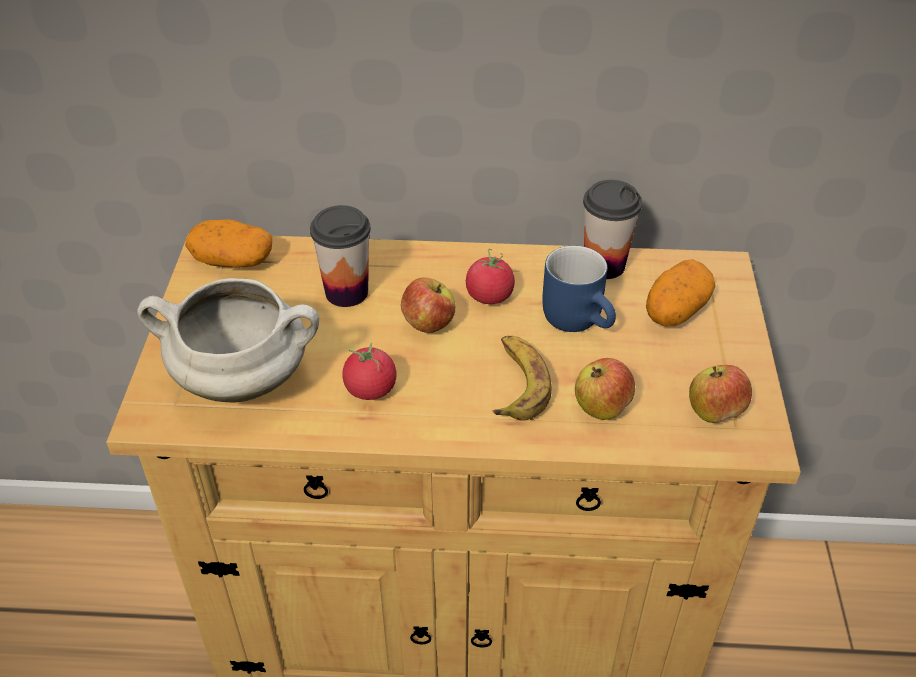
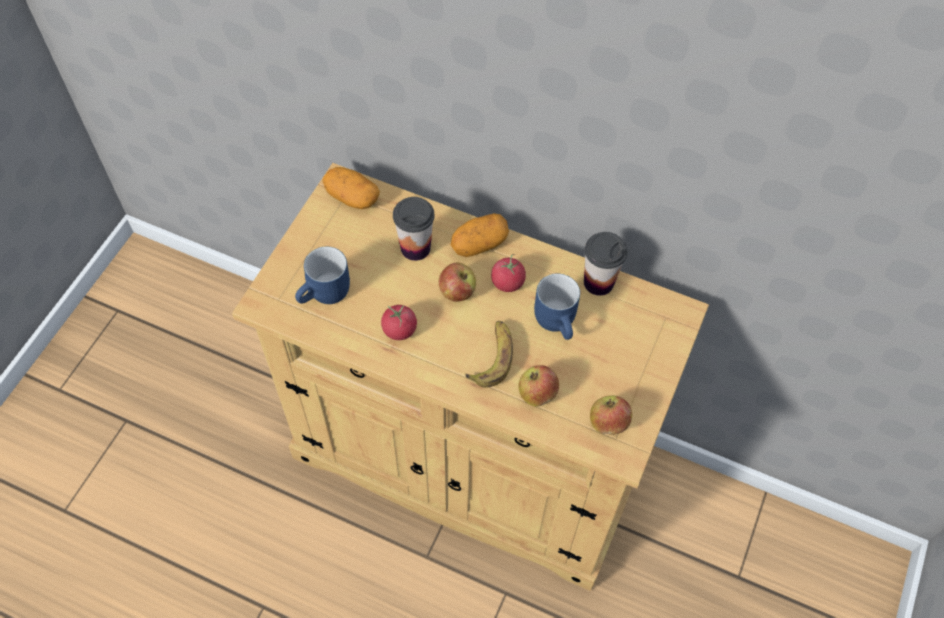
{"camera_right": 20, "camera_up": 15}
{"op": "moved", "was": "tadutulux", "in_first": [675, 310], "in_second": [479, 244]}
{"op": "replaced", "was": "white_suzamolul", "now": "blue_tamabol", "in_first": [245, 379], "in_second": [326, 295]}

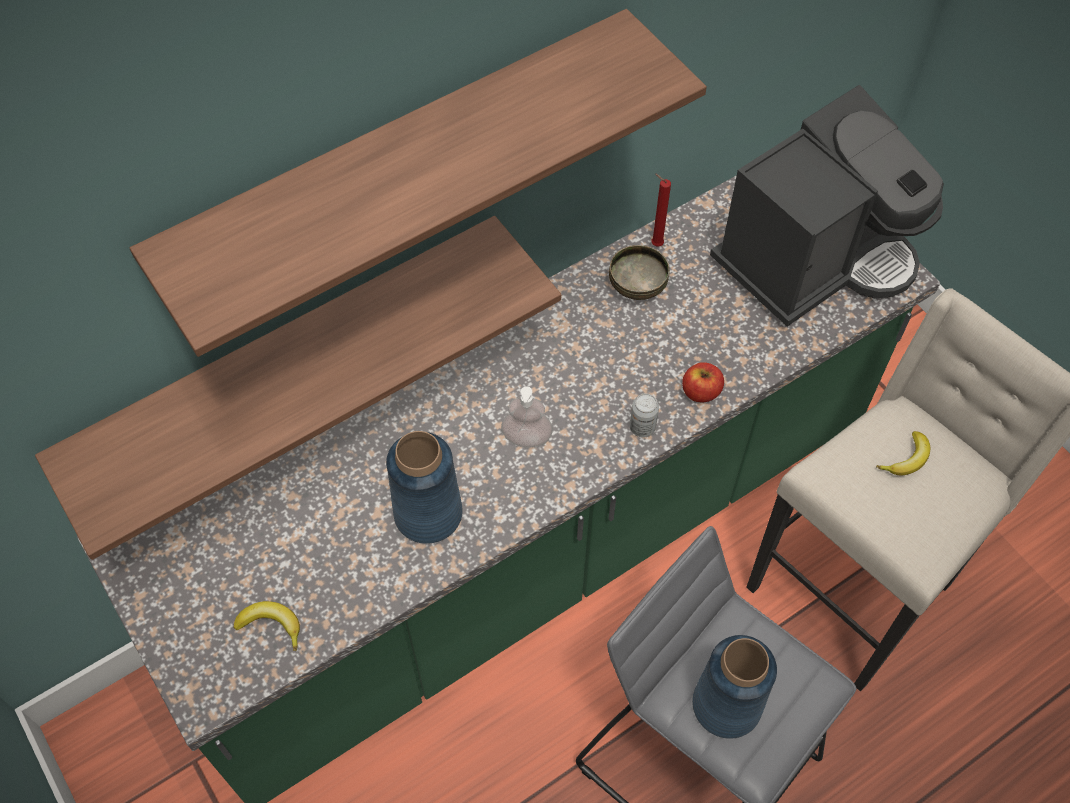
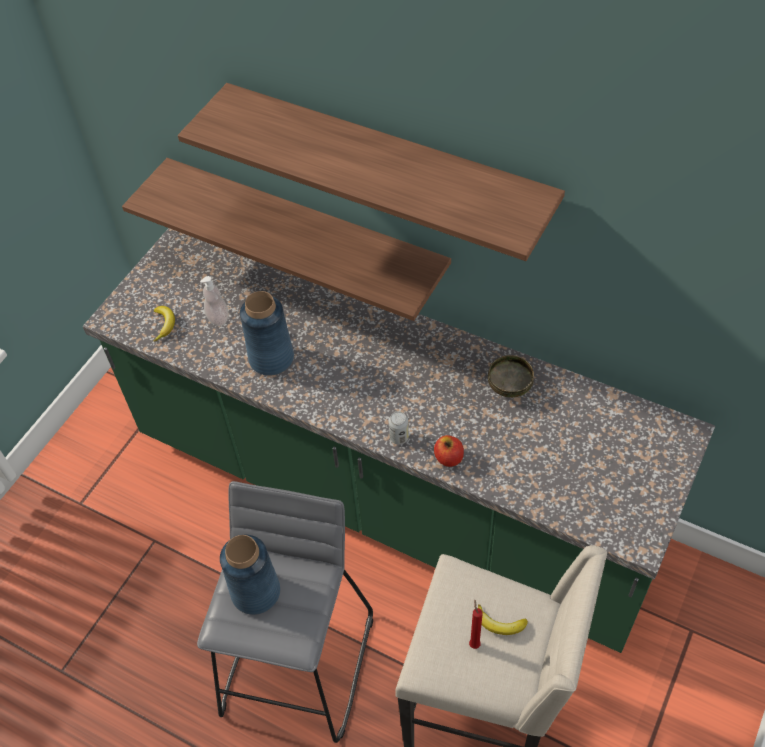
{"camera_right": 65, "camera_up": -5}
{"op": "removed", "was": "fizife", "in_first": [814, 258]}
{"op": "moved", "was": "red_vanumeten", "in_first": [655, 244], "in_second": [474, 643]}
{"op": "moved", "was": "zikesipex", "in_first": [527, 437], "in_second": [218, 318]}

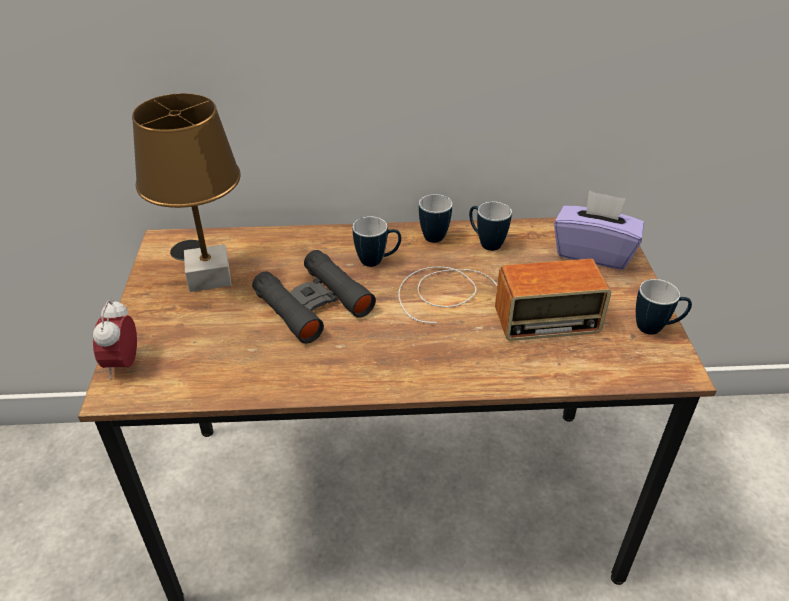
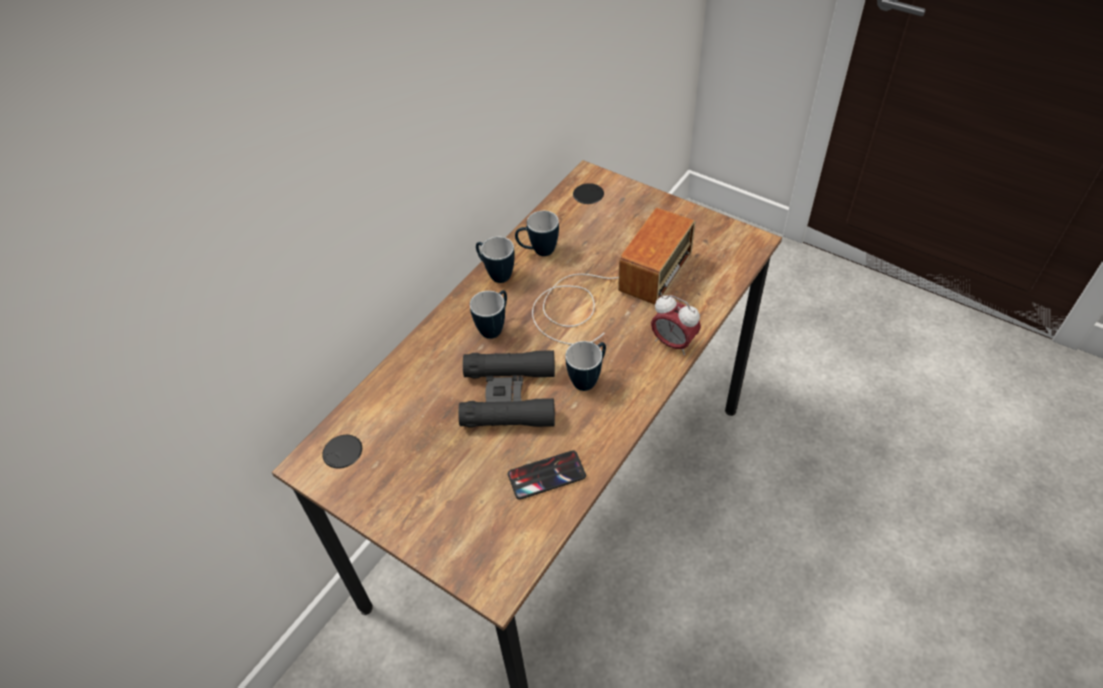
{"camera_right": -50, "camera_up": 10}
{"op": "removed", "was": "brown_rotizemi", "in_first": [210, 277]}
{"op": "removed", "was": "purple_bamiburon", "in_first": [593, 252]}
{"op": "moved", "was": "tamabol", "in_first": [656, 328], "in_second": [589, 378]}
{"op": "moved", "was": "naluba", "in_first": [123, 364], "in_second": [673, 343]}
{"op": "added", "now": "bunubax", "in_second": [546, 475]}

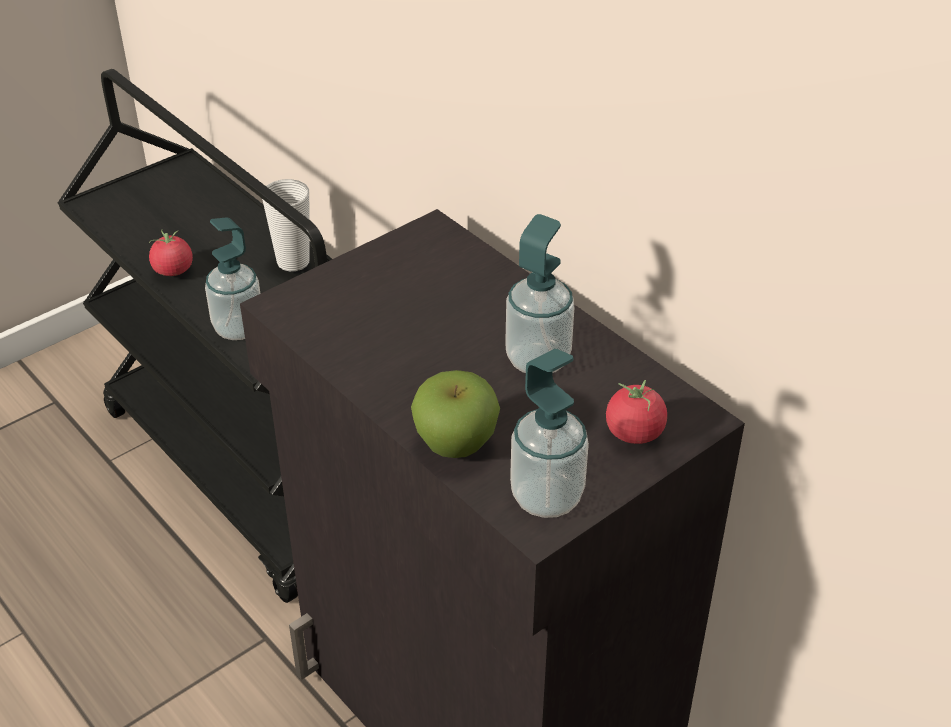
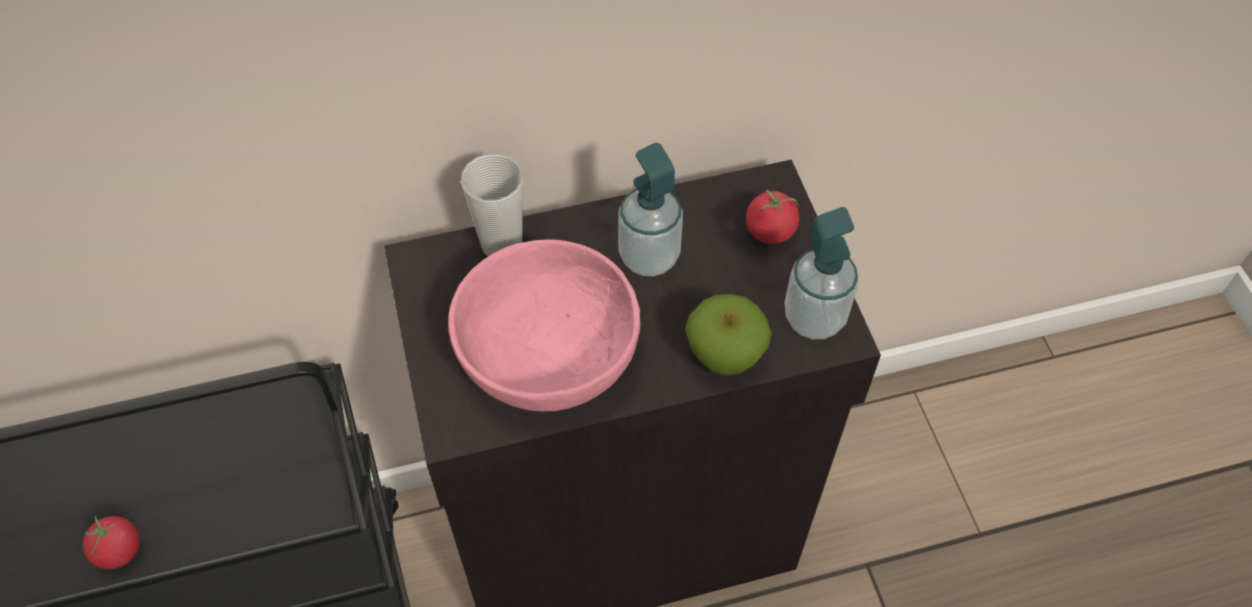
{"camera_right": -65, "camera_up": 15}
{"op": "moved", "was": "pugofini", "in_first": [293, 262], "in_second": [502, 244]}
{"op": "removed", "was": "zikesipex", "in_first": [238, 328]}
{"op": "added", "now": "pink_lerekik", "in_second": [547, 353]}

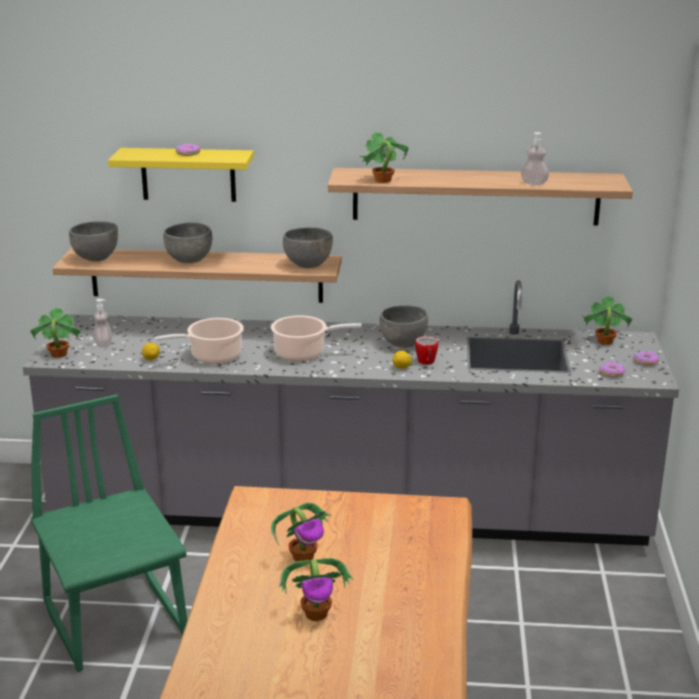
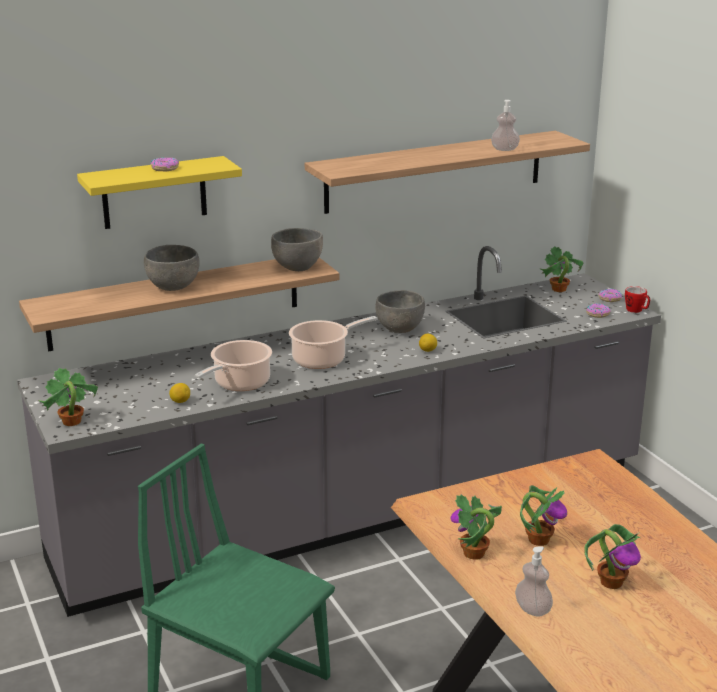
{"camera_right": -30, "camera_up": 0}
{"op": "moved", "was": "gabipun", "in_first": [382, 181], "in_second": [474, 554]}
{"op": "removed", "was": "grey_lerekik", "in_first": [96, 258]}
{"op": "moved", "was": "zikesipex", "in_first": [103, 344], "in_second": [532, 609]}
{"op": "moved", "was": "tamabol", "in_first": [426, 363], "in_second": [637, 311]}

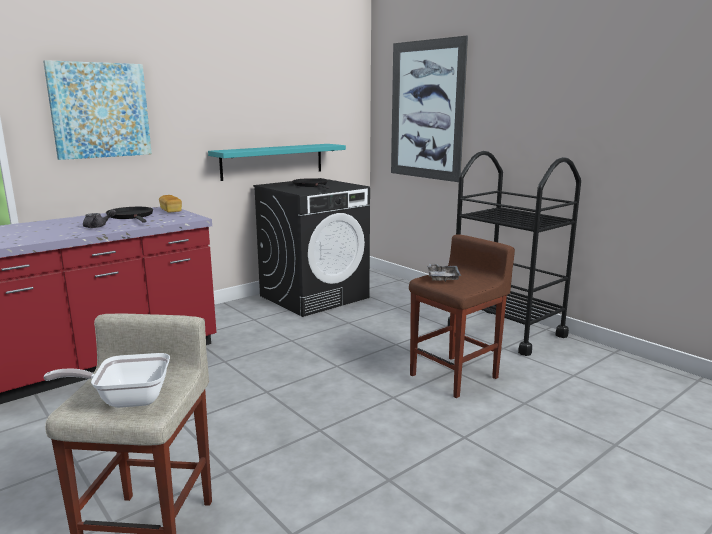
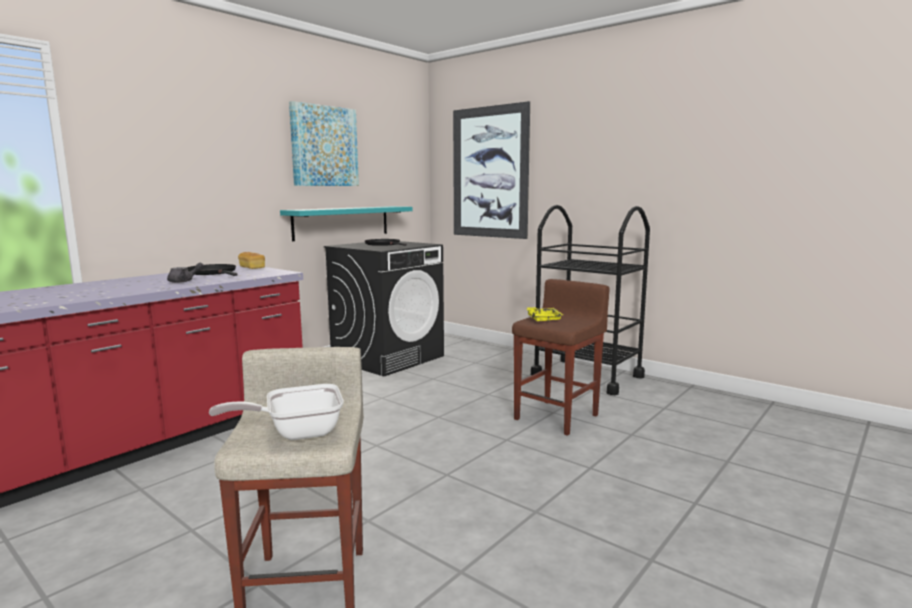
{"camera_right": -10, "camera_up": -5}
{"op": "moved", "was": "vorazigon", "in_first": [100, 110], "in_second": [324, 146]}
{"op": "recoloured", "was": "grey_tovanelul", "now": "yellow_tovanelul", "in_first": [442, 277], "in_second": [543, 319]}

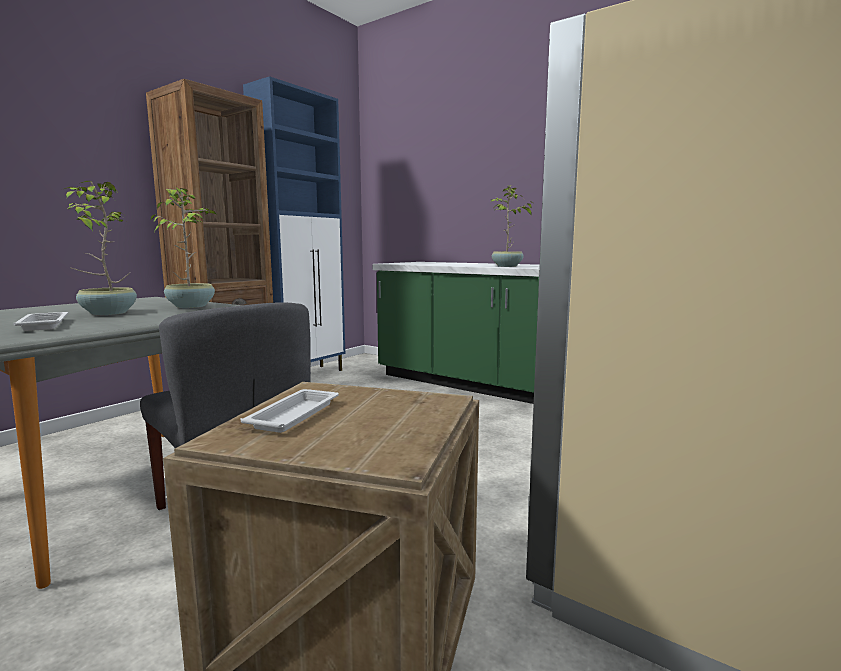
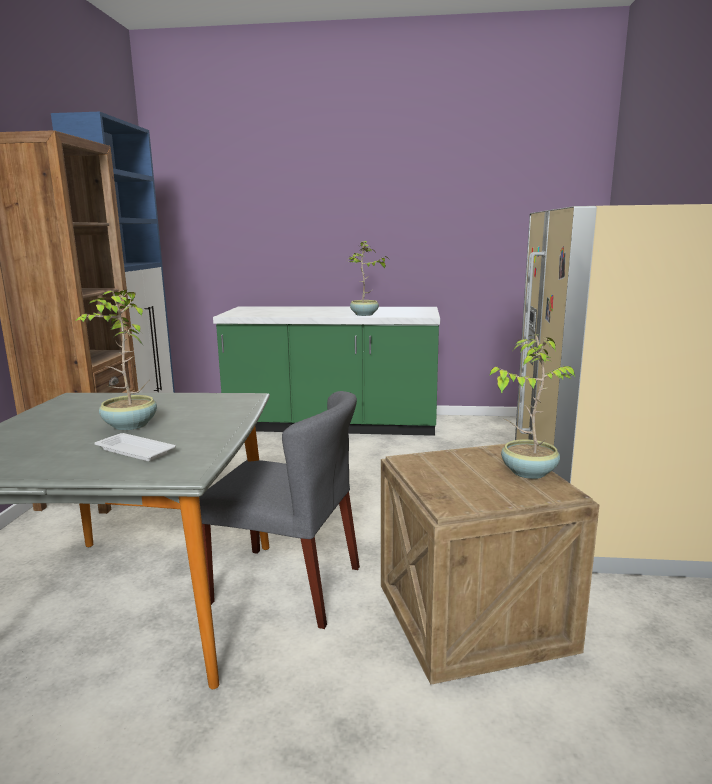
{"camera_right": -30, "camera_up": 5}
{"op": "moved", "was": "gabipun", "in_first": [191, 306], "in_second": [527, 472]}
{"op": "removed", "was": "white_tovanelul", "in_first": [295, 415]}

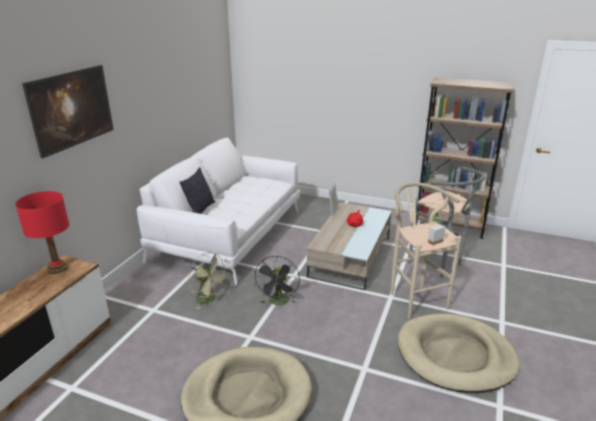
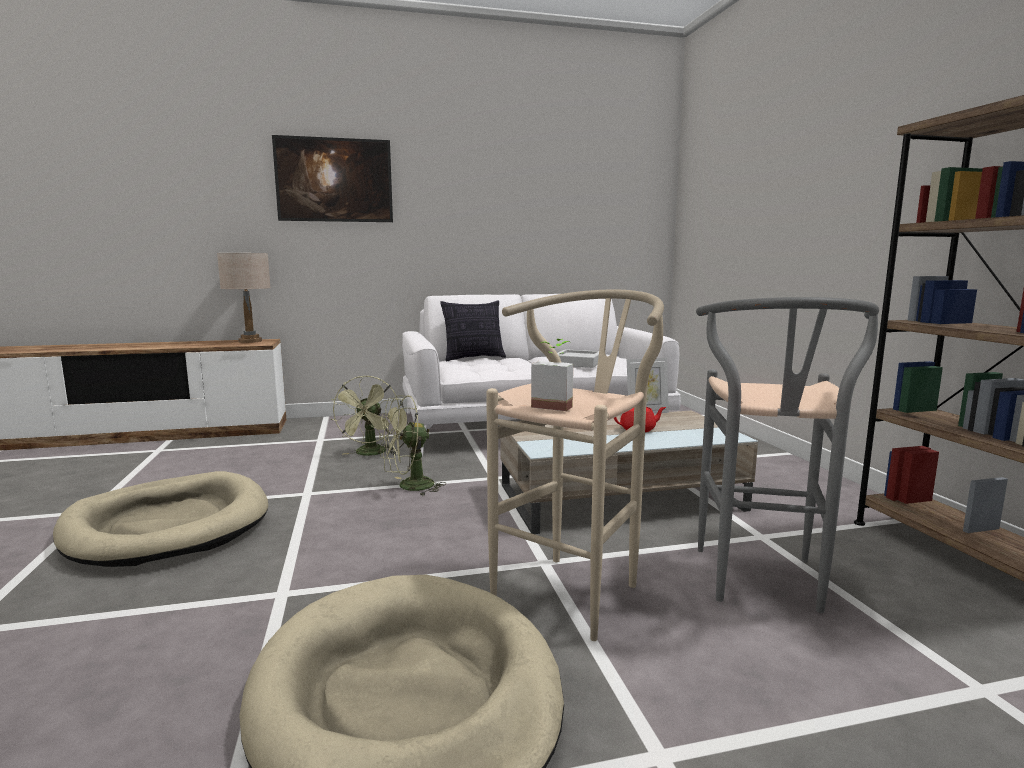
{"camera_right": 55, "camera_up": -15}
{"op": "recoloured", "was": "red_rotizemi", "now": "beige_rotizemi", "in_first": [57, 268], "in_second": [250, 341]}
{"op": "recoloured", "was": "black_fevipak", "now": "green_fevipak", "in_first": [278, 302], "in_second": [409, 487]}
{"op": "added", "now": "grey_tovanelul", "in_second": [578, 363]}

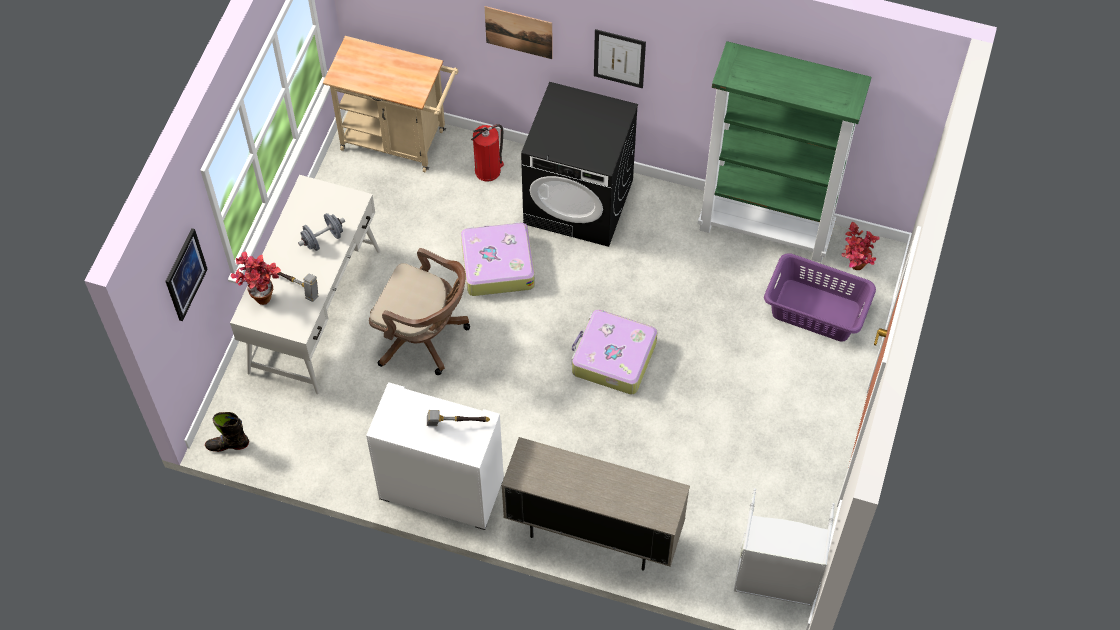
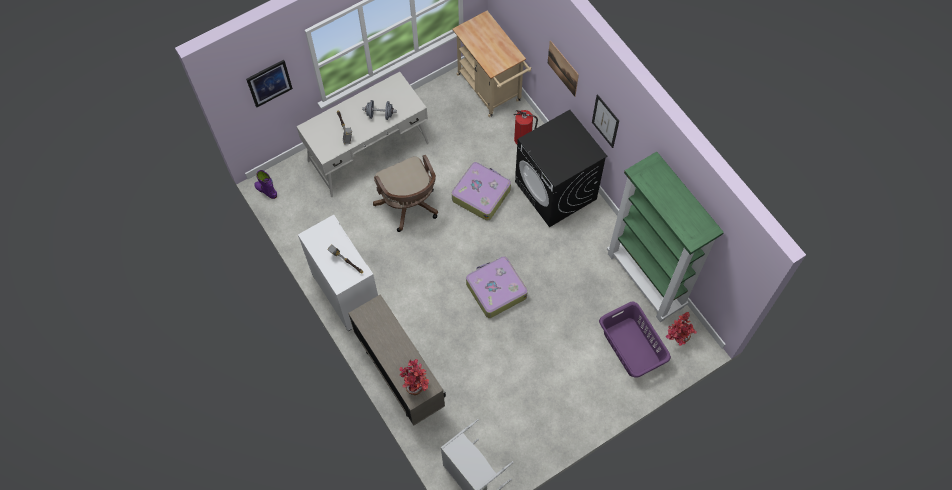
{"camera_right": 40, "camera_up": 5}
{"op": "moved", "was": "gabipun", "in_first": [261, 294], "in_second": [416, 386]}
{"op": "recoloured", "was": "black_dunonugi", "now": "purple_dunonugi", "in_first": [228, 445], "in_second": [266, 191]}

